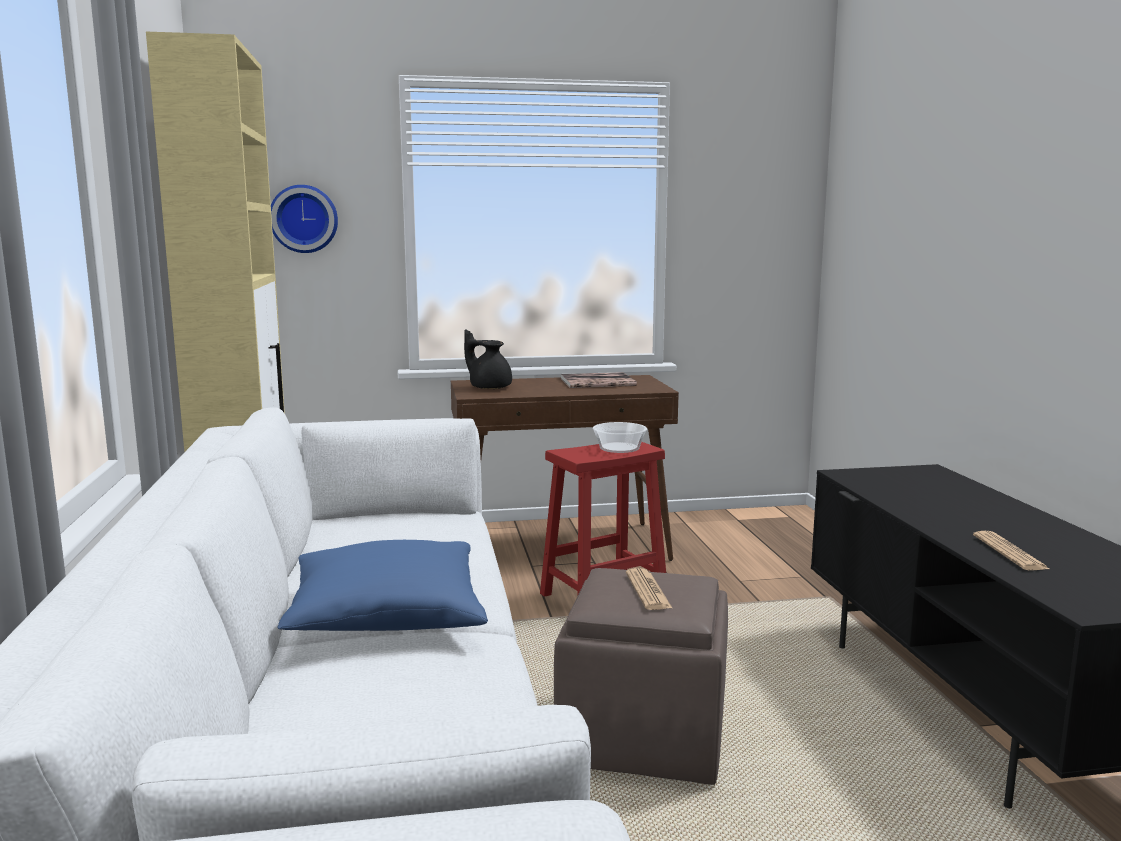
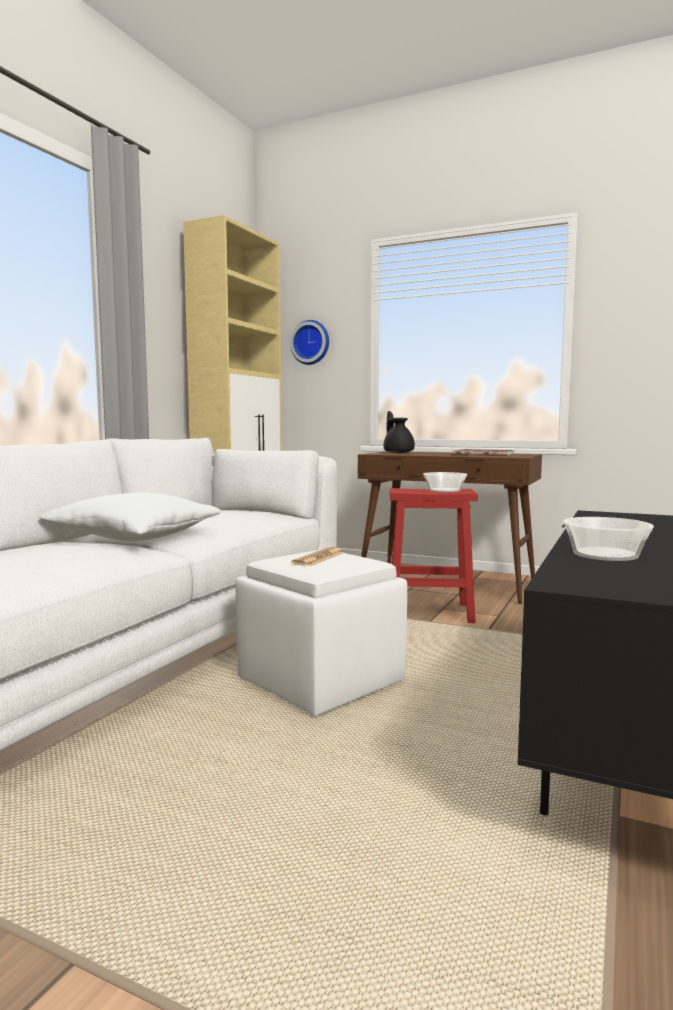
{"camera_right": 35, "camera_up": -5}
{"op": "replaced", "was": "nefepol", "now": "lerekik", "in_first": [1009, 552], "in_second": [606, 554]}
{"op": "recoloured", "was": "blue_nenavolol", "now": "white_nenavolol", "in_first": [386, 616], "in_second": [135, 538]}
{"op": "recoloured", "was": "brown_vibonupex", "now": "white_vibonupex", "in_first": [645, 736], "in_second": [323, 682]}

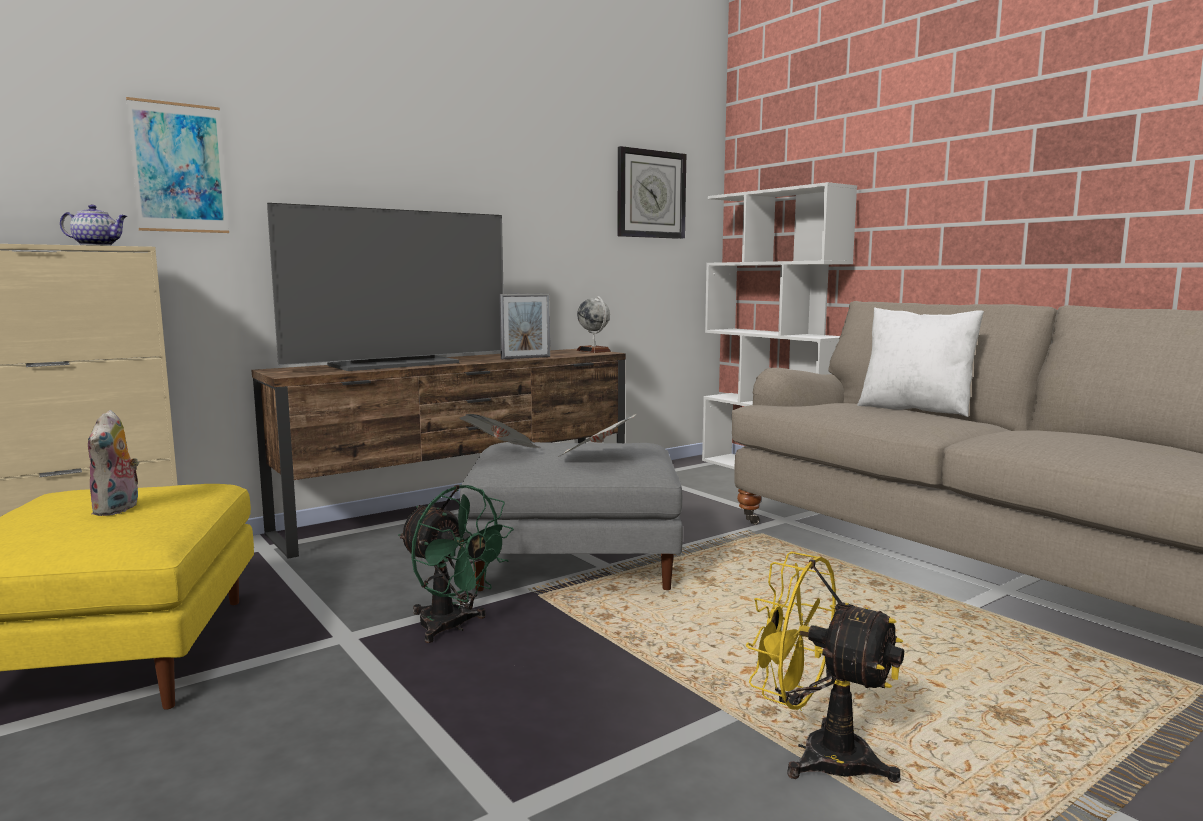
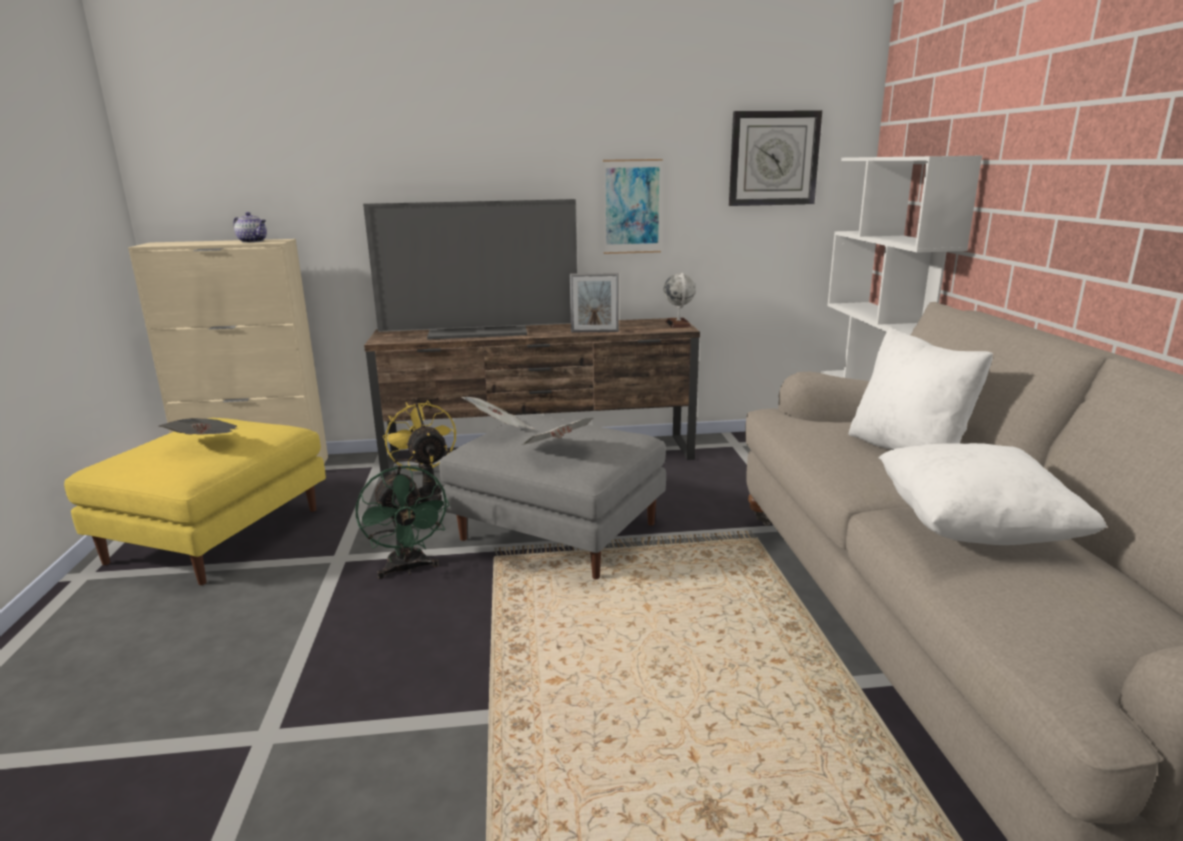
{"camera_right": 30, "camera_up": 10}
{"op": "moved", "was": "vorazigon", "in_first": [179, 168], "in_second": [632, 207]}
{"op": "replaced", "was": "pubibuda", "now": "nefepol", "in_first": [118, 509], "in_second": [206, 445]}
{"op": "moved", "was": "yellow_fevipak", "in_first": [817, 754], "in_second": [428, 494]}
{"op": "added", "now": "white_nenavolol", "in_second": [974, 528]}

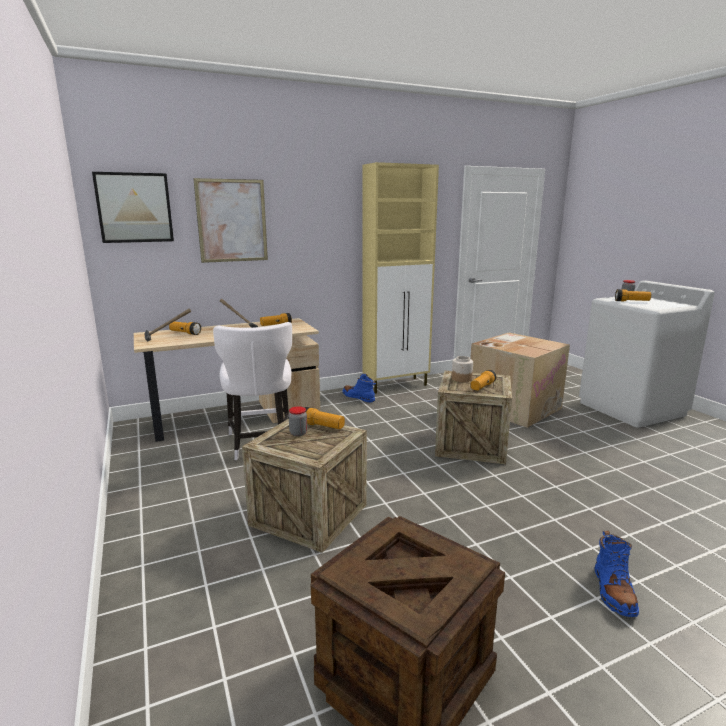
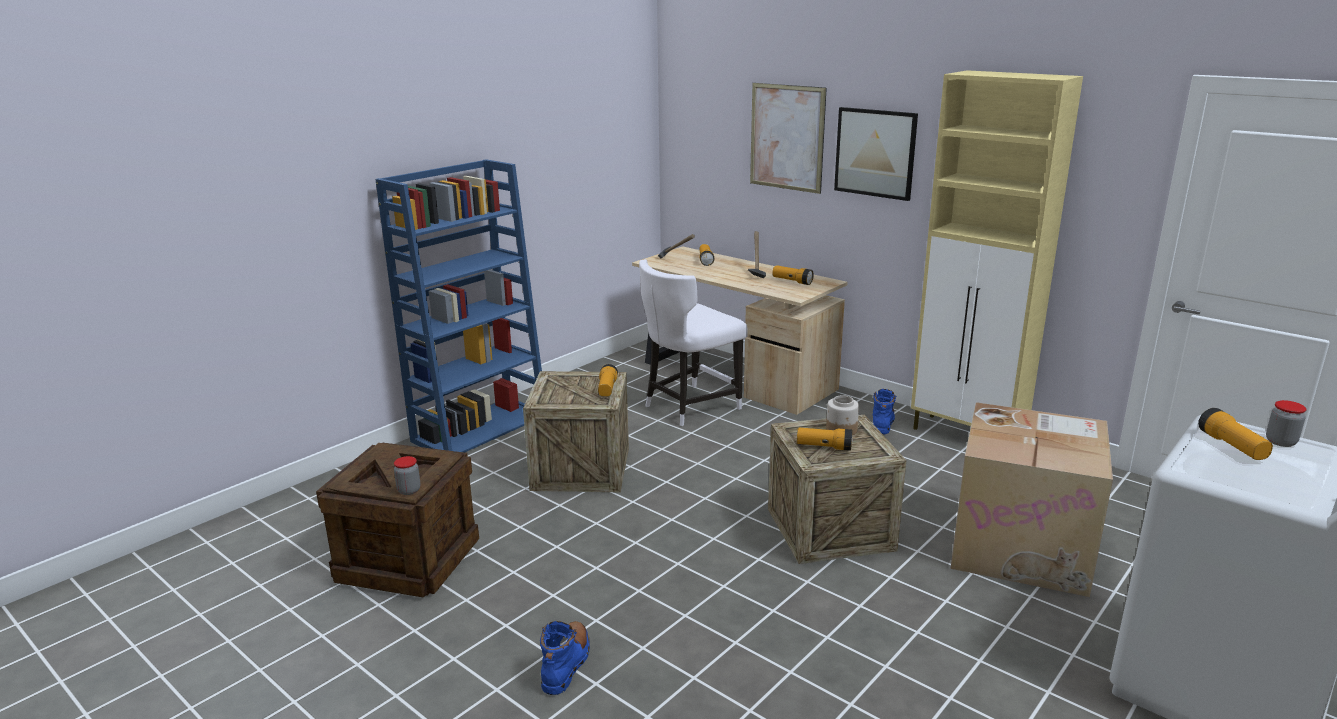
{"camera_right": 65, "camera_up": 5}
{"op": "moved", "was": "vorazigon", "in_first": [134, 208], "in_second": [875, 153]}
{"op": "moved", "was": "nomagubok", "in_first": [298, 433], "in_second": [409, 490]}
{"op": "turned", "was": "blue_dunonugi", "in_first": [613, 591], "in_second": [566, 664], "clockwise": 120}
{"op": "added", "now": "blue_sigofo", "in_second": [481, 429]}

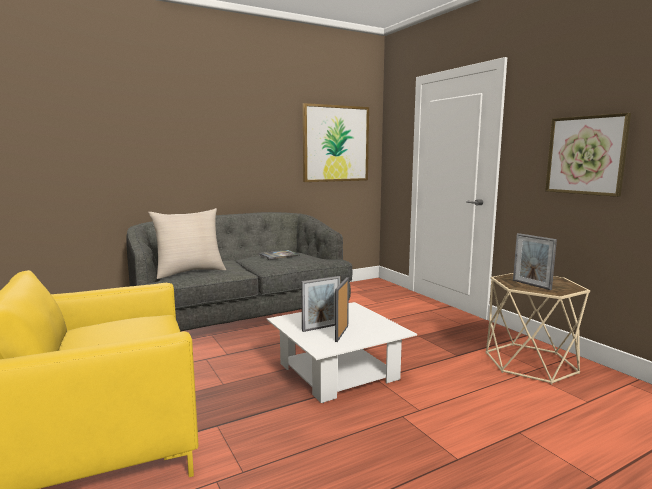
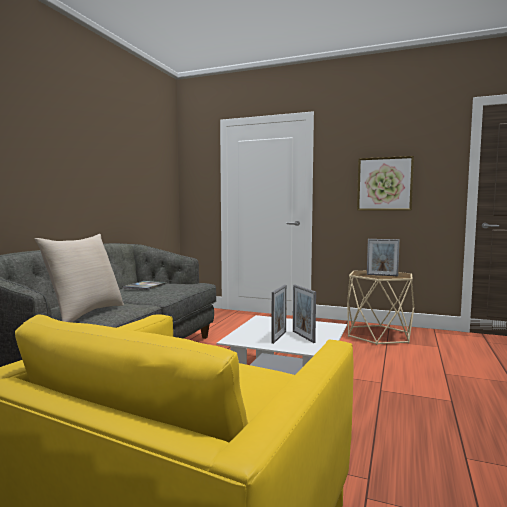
{"camera_right": -40, "camera_up": -5}
{"op": "removed", "was": "vorazigon", "in_first": [336, 143]}

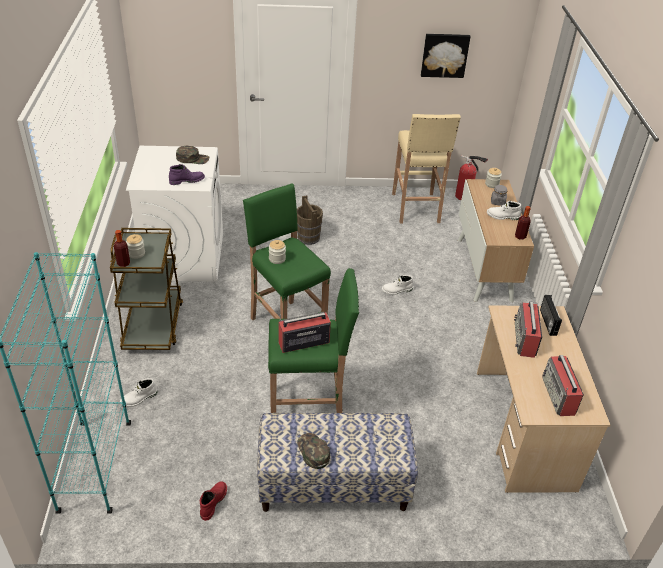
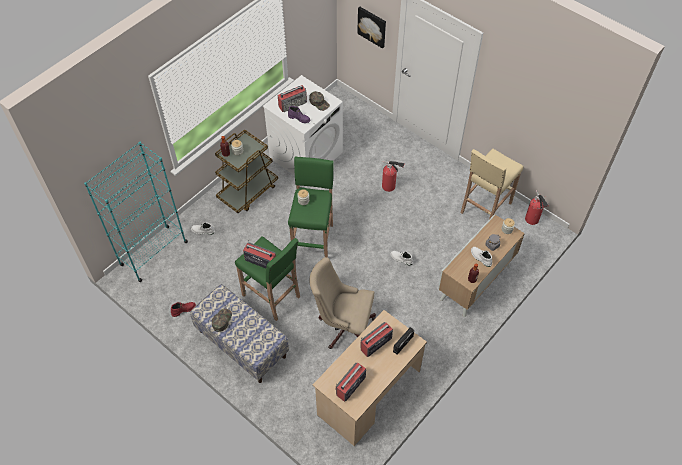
{"camera_right": 45, "camera_up": 15}
{"op": "moved", "was": "vorazigon", "in_first": [444, 55], "in_second": [372, 26]}
{"op": "replaced", "was": "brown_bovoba", "now": "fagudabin", "in_first": [308, 237], "in_second": [390, 186]}
{"op": "added", "now": "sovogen", "in_second": [293, 104]}
{"op": "added", "now": "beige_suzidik", "in_second": [343, 325]}

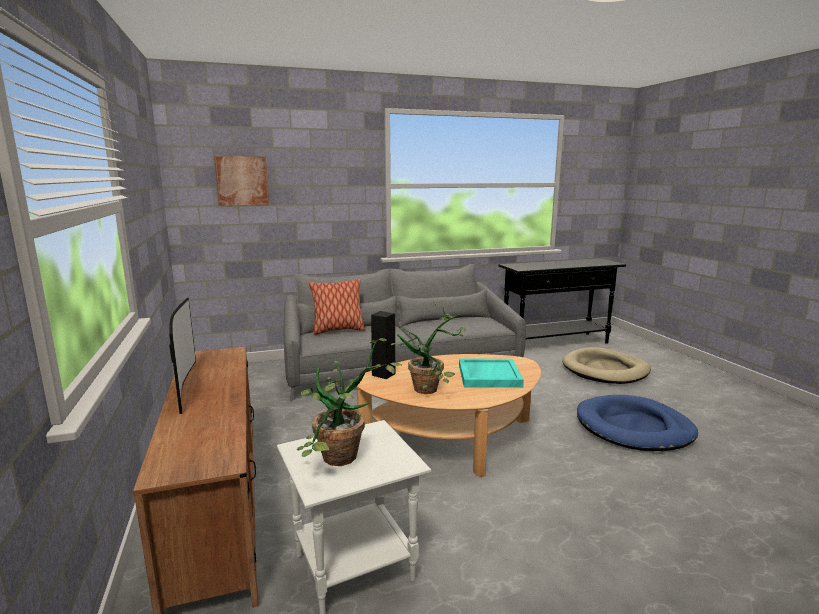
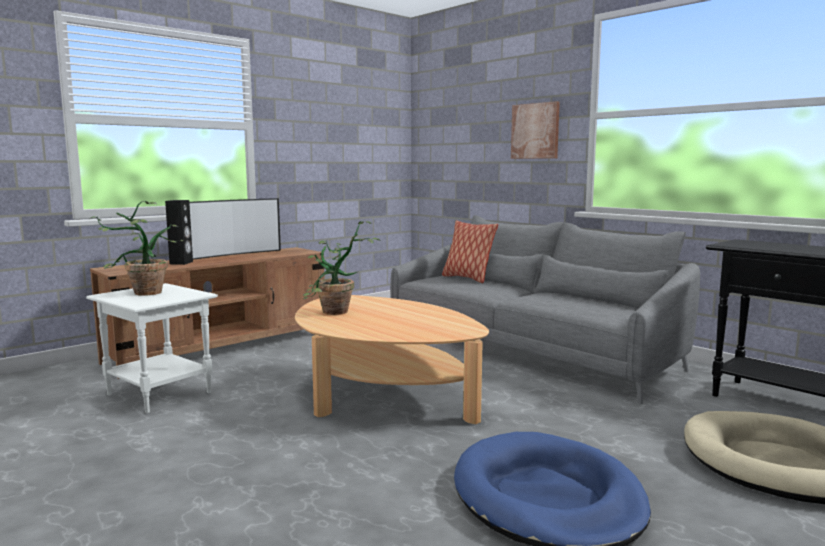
{"camera_right": 65, "camera_up": -5}
{"op": "moved", "was": "vorazigon", "in_first": [242, 181], "in_second": [535, 131]}
{"op": "moved", "was": "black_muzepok", "in_first": [383, 374], "in_second": [181, 263]}
{"op": "removed", "was": "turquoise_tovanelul", "in_first": [488, 375]}

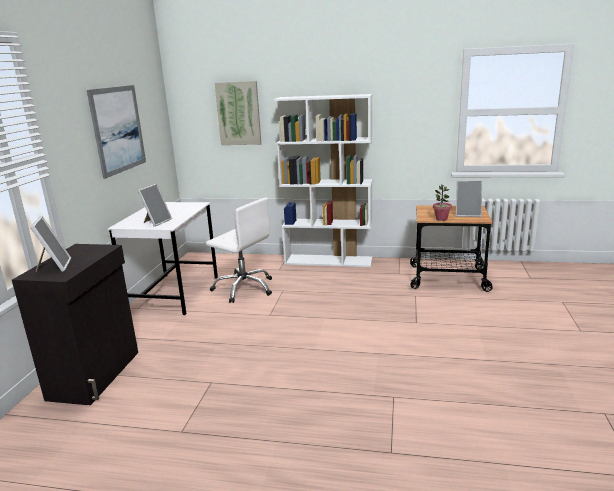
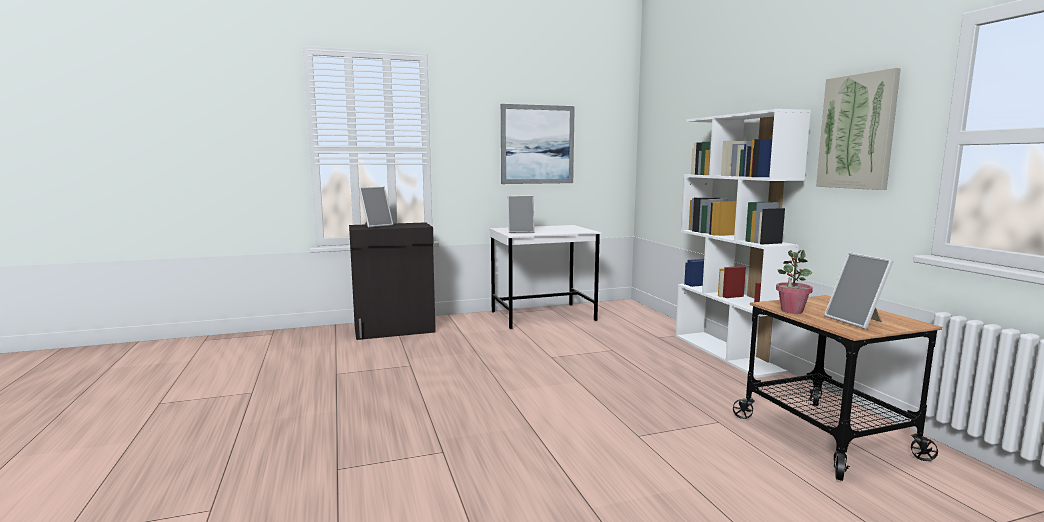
{"camera_right": 60, "camera_up": -10}
{"op": "moved", "was": "vorazigon", "in_first": [239, 113], "in_second": [857, 132]}
{"op": "removed", "was": "white_suzidik", "in_first": [244, 288]}

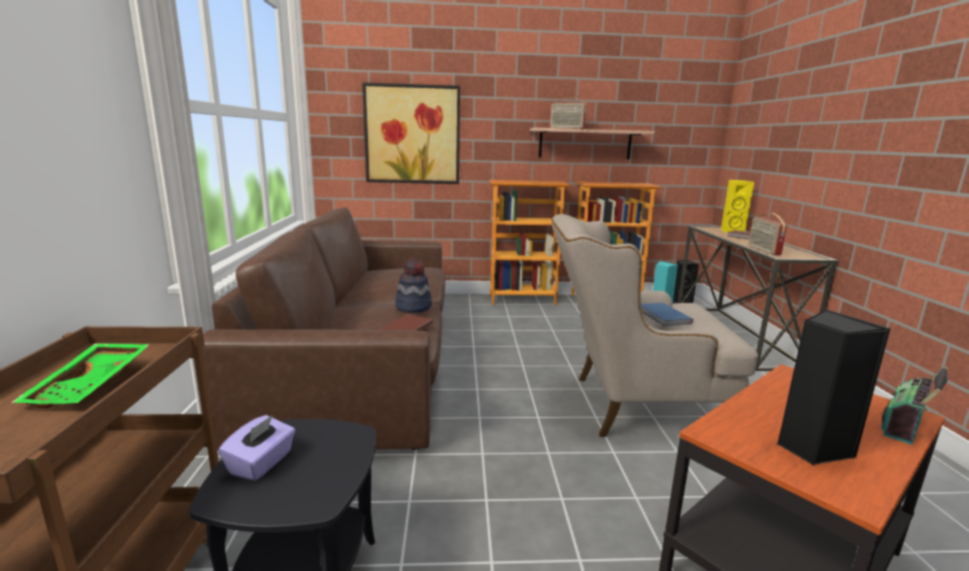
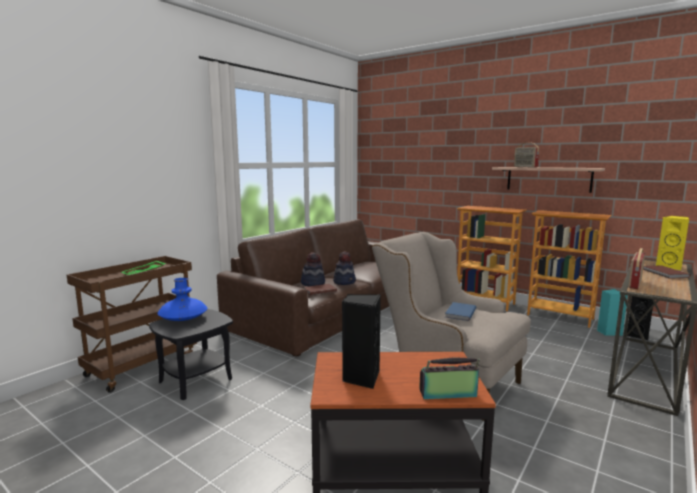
{"camera_right": 40, "camera_up": -5}
{"op": "removed", "was": "vorazigon", "in_first": [412, 134]}
{"op": "replaced", "was": "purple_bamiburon", "now": "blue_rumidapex", "in_first": [262, 463], "in_second": [183, 319]}
{"op": "added", "now": "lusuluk", "in_second": [313, 283]}

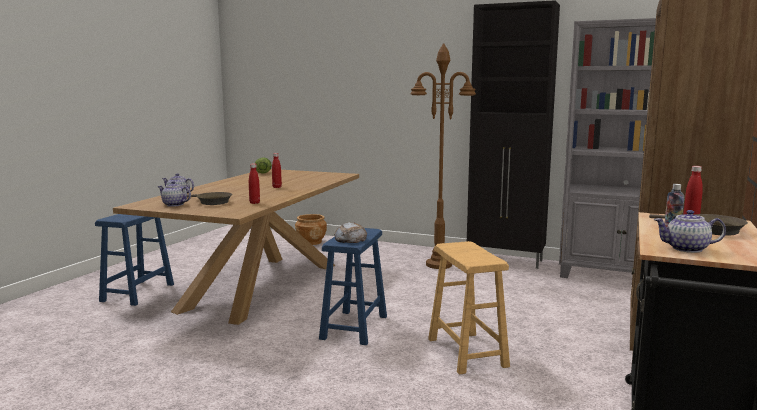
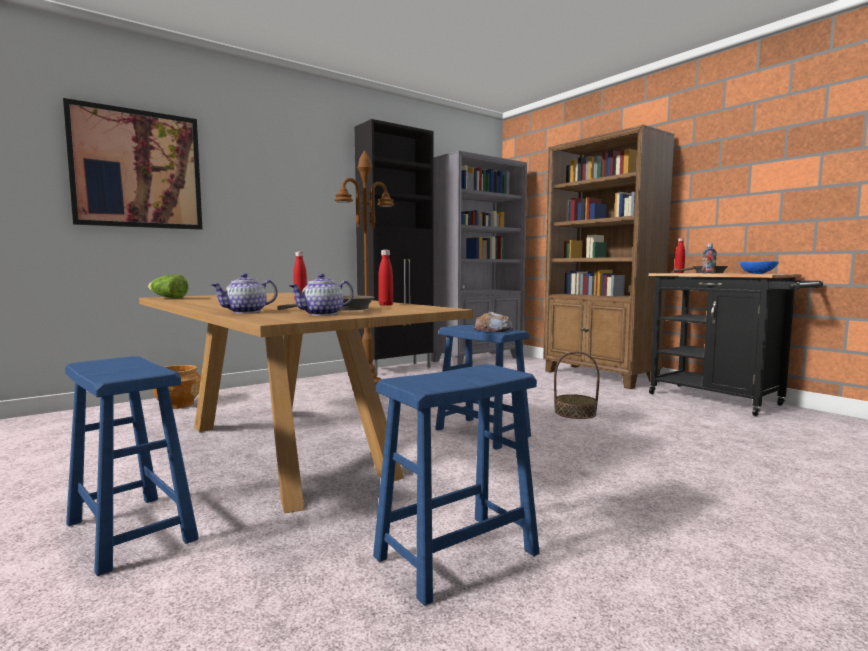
{"camera_right": -60, "camera_up": -5}
{"op": "replaced", "was": "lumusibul", "now": "blue_lerekik", "in_first": [686, 249], "in_second": [758, 273]}
{"op": "replaced", "was": "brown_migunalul", "now": "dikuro", "in_first": [467, 352], "in_second": [575, 413]}
{"op": "added", "now": "vorazigon", "in_second": [137, 169]}
{"op": "added", "now": "blue_migunalul", "in_second": [457, 555]}

